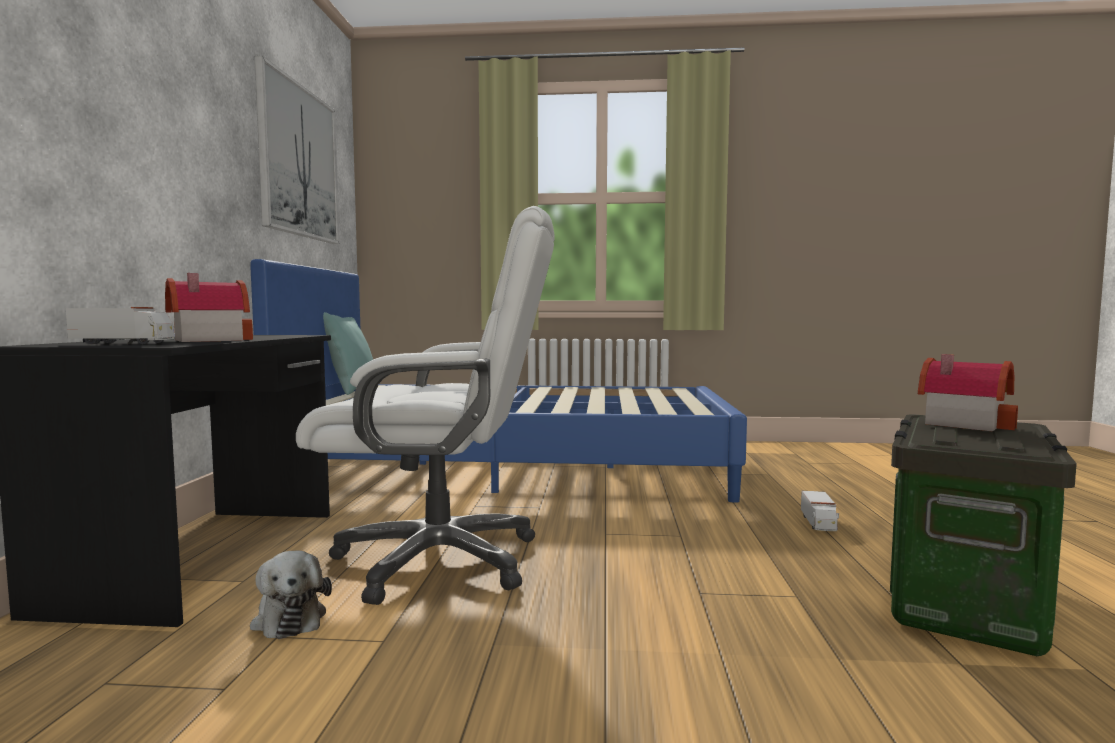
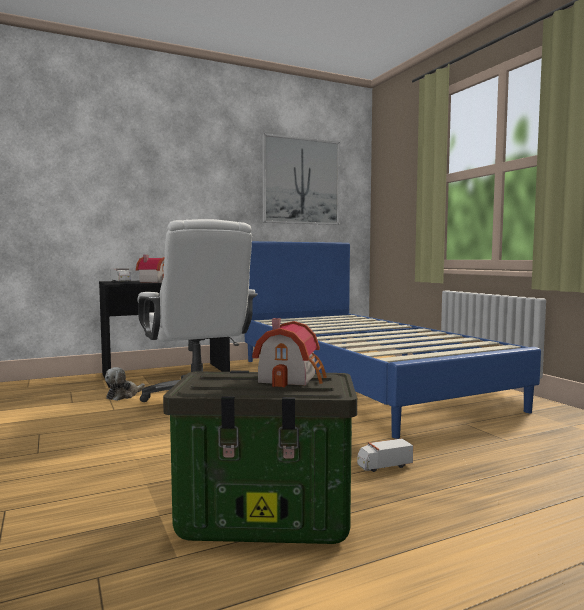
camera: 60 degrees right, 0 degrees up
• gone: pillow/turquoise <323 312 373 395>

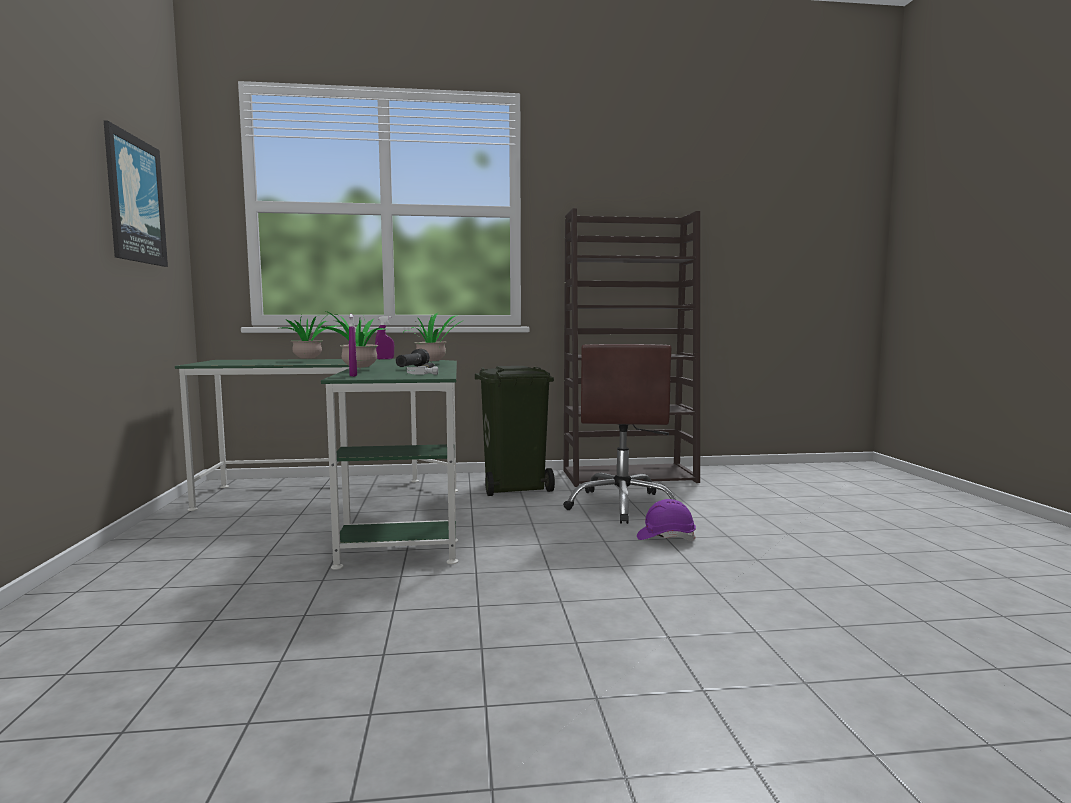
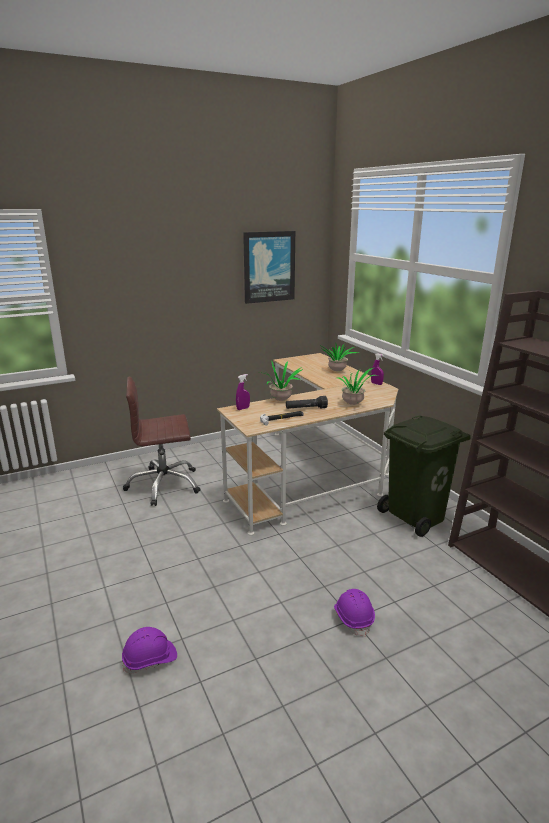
camera: 70 degrees right, 15 degrees up
• new: hard hat/purple-coloured <122 627 177 673>
• shifted: desk chair/brown-coloured <563 344 677 524> to <123 377 201 506>
• repainted: desk/greenish <175 359 458 570> to desk/beige-coloured <217 353 398 535>

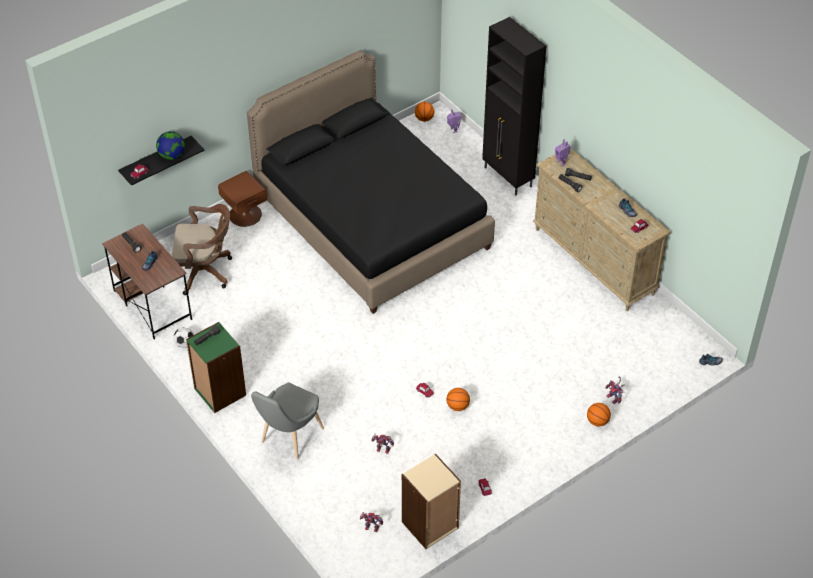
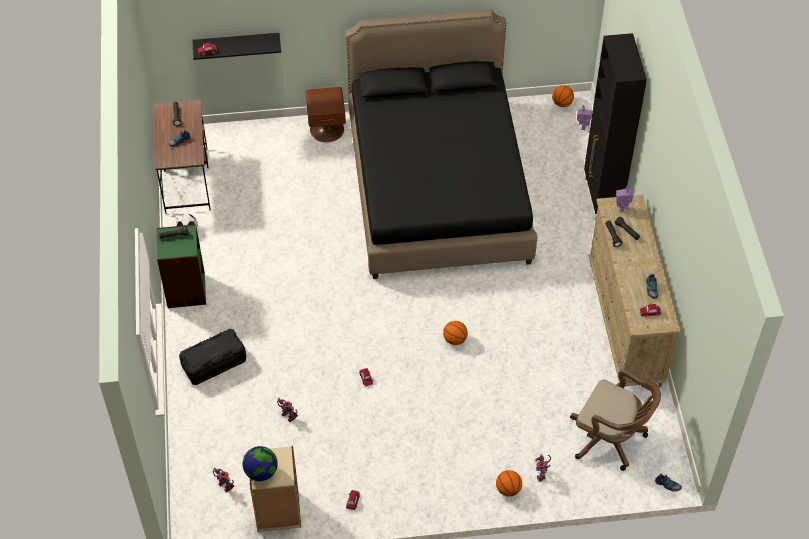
camera: 30 degrees right, 5 degrees up
• shifted: desk globe <156 131 185 160> to <243 446 278 481>
• shifted: desk chair/brown-coloured <172 204 232 295> to <570 369 661 471>
• shifted: basketball ball <446 388 470 411> to <443 321 468 345>
• swapped: chair/greyish <251 383 324 460> to storage container/blackish <179 329 246 385>

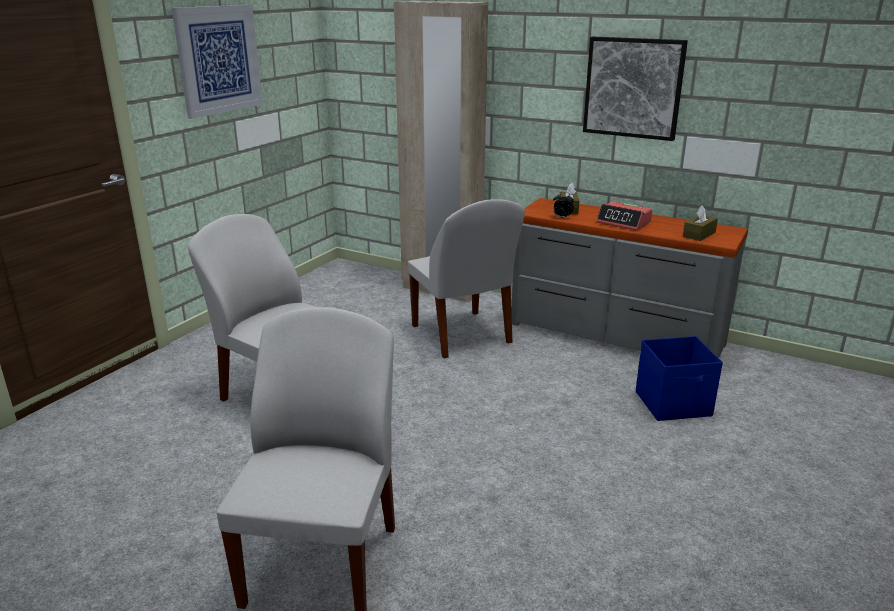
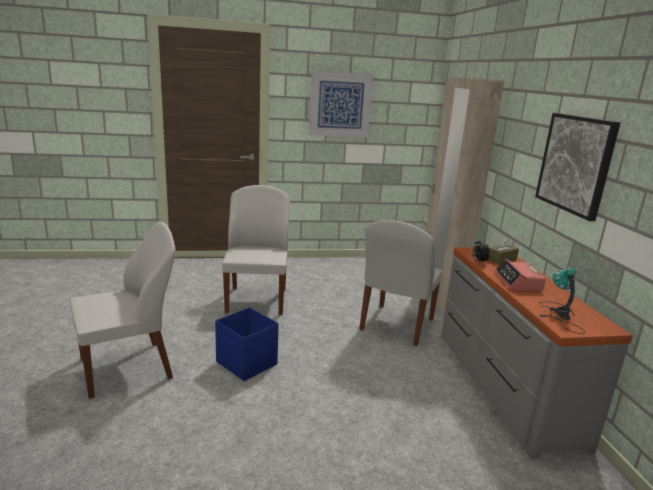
camera: 50 degrees right, 5 degrees down
• shifted: storage container/bluish <636 336 723 421> to <215 307 279 381>
• swapped: tissue holder/brown-coloured <683 205 718 241> to tabletop lamp <538 267 585 334>

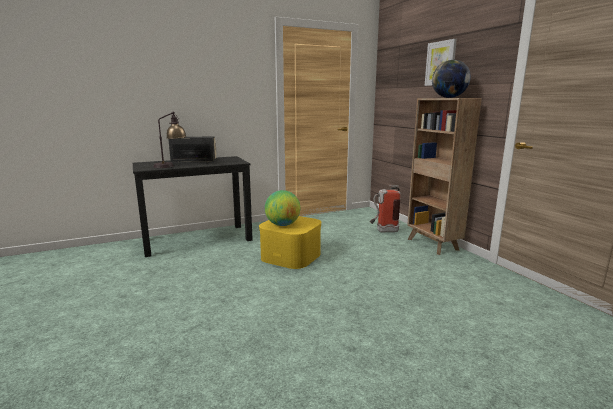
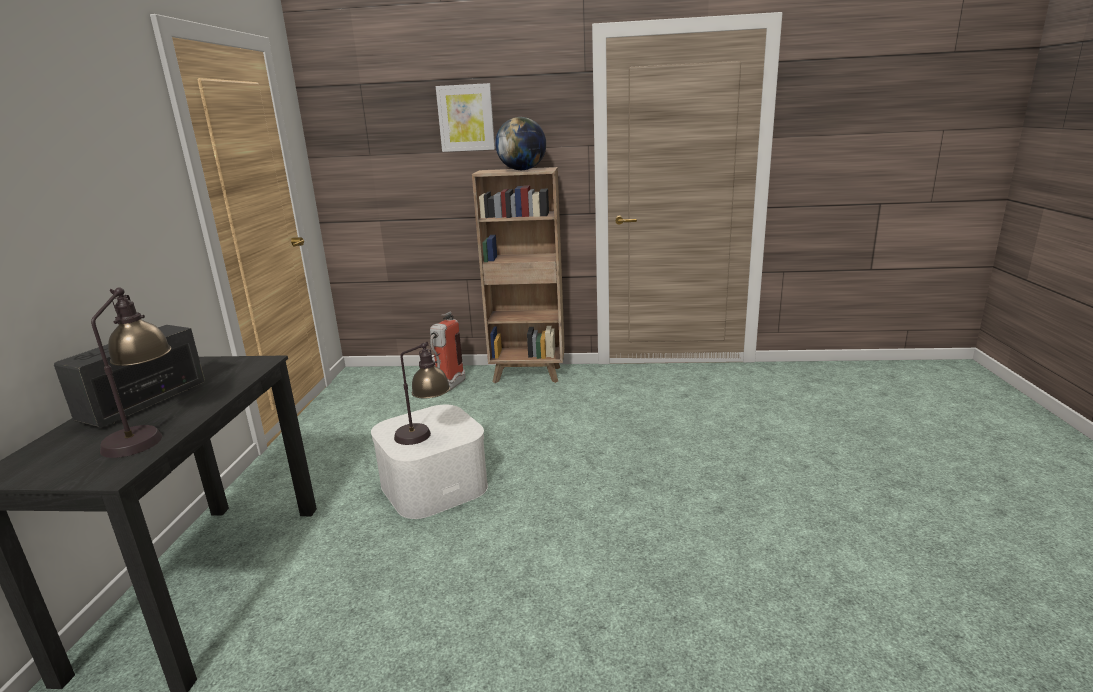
camera: 60 degrees left, 5 degrees up
• swapped: desk globe <265 190 300 226> to tabletop lamp <394 341 450 445>
• repainted: storage container/yellow-coloured <259 216 321 269> to storage container/whitish <371 405 488 519>

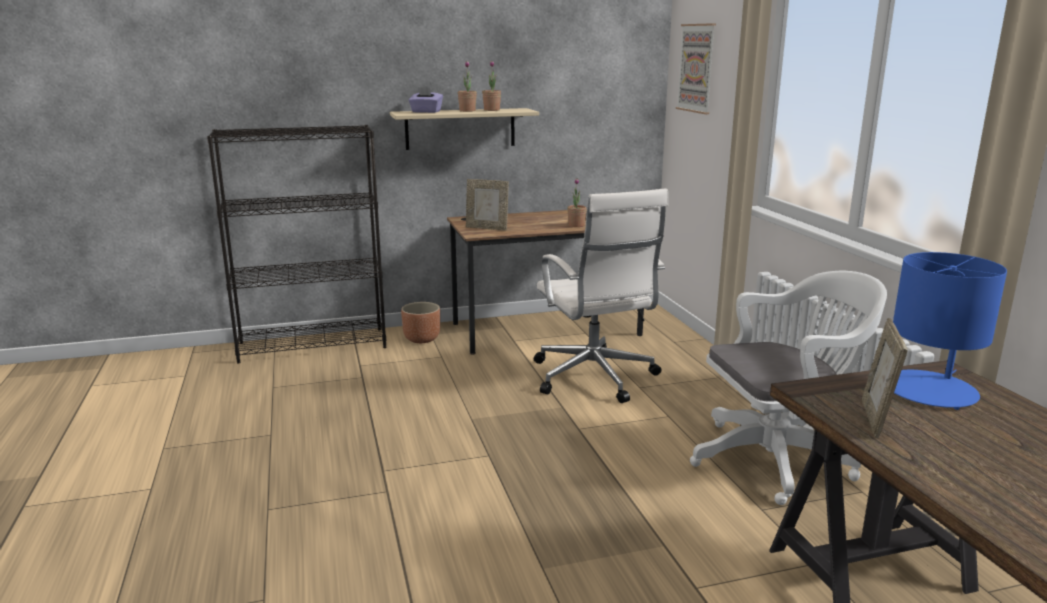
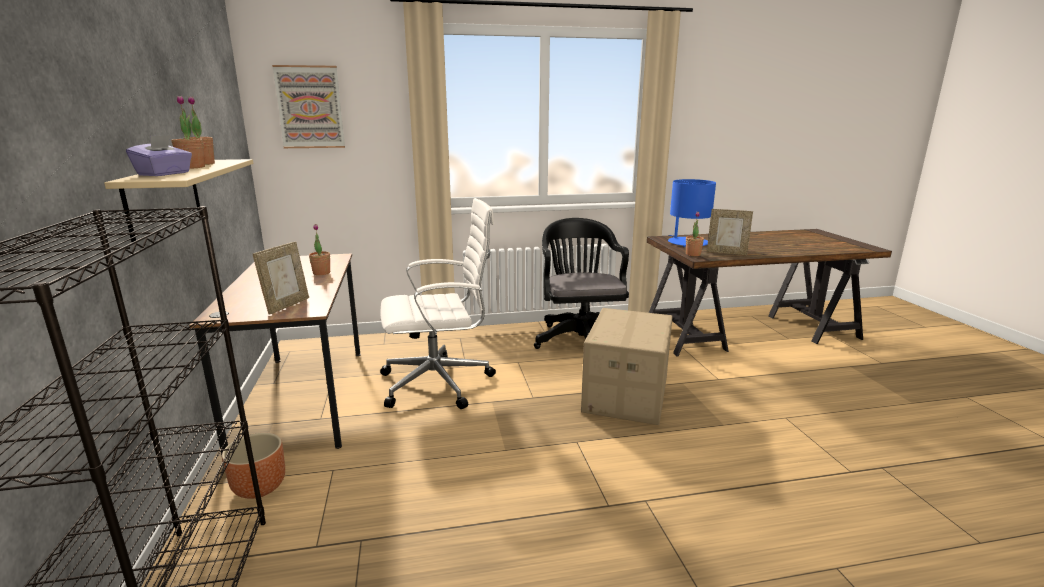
camera: 85 degrees left, 0 degrees up
• new: carton <581 308 673 425>
• new: potted plant <686 212 704 256>
• repainted: desk chair/whitish <690 271 887 505> to desk chair/blackish <534 218 629 349>

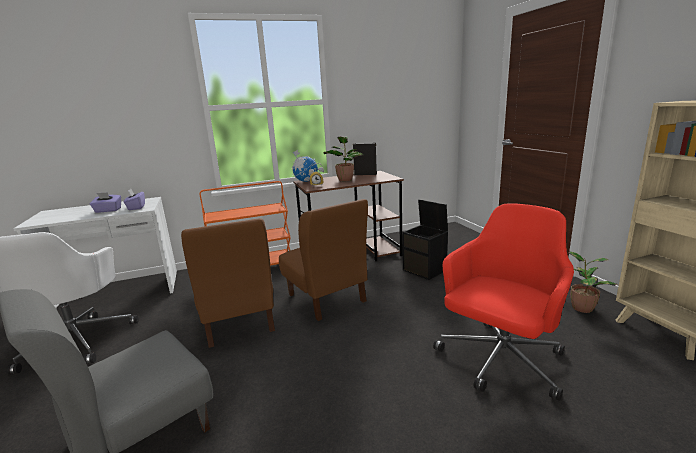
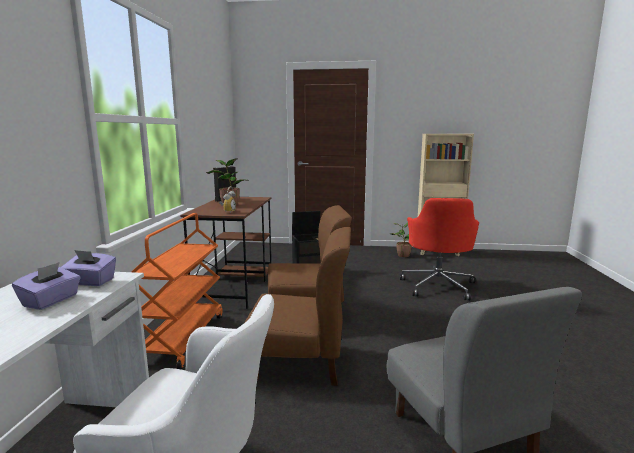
camera: 65 degrees left, 5 degrees down
• gone: desk globe <292 150 318 182>
• rotated: desk chair/red <433 203 574 401> = <400 198 479 300> 150 degrees counterclockwise

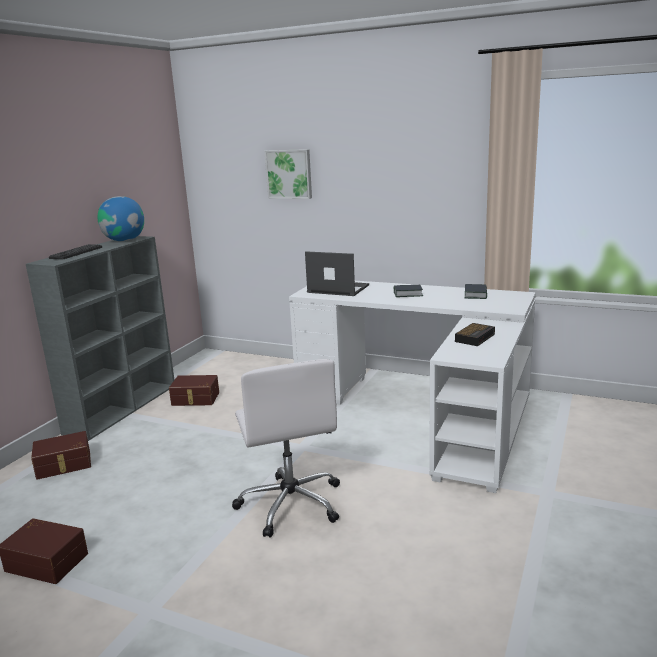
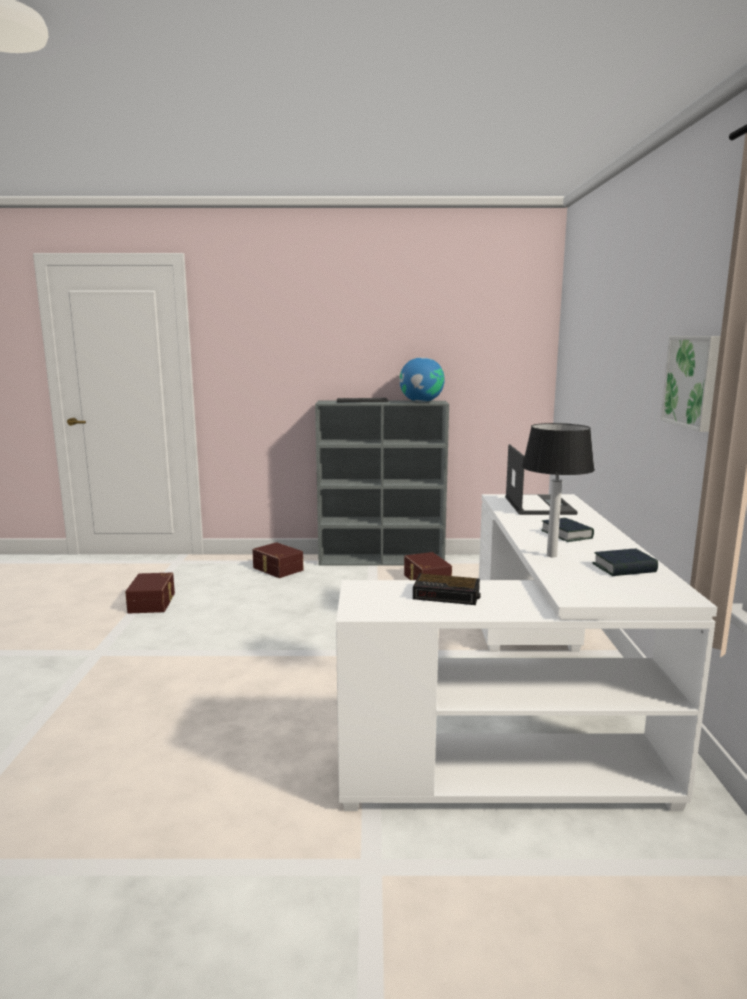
camera: 65 degrees right, 5 degrees down
• gone: desk chair/whitish <232 359 340 537>
• new: tabletop lamp <522 423 595 557>
• shifted: picture <264 149 312 199> to <660 336 721 432>

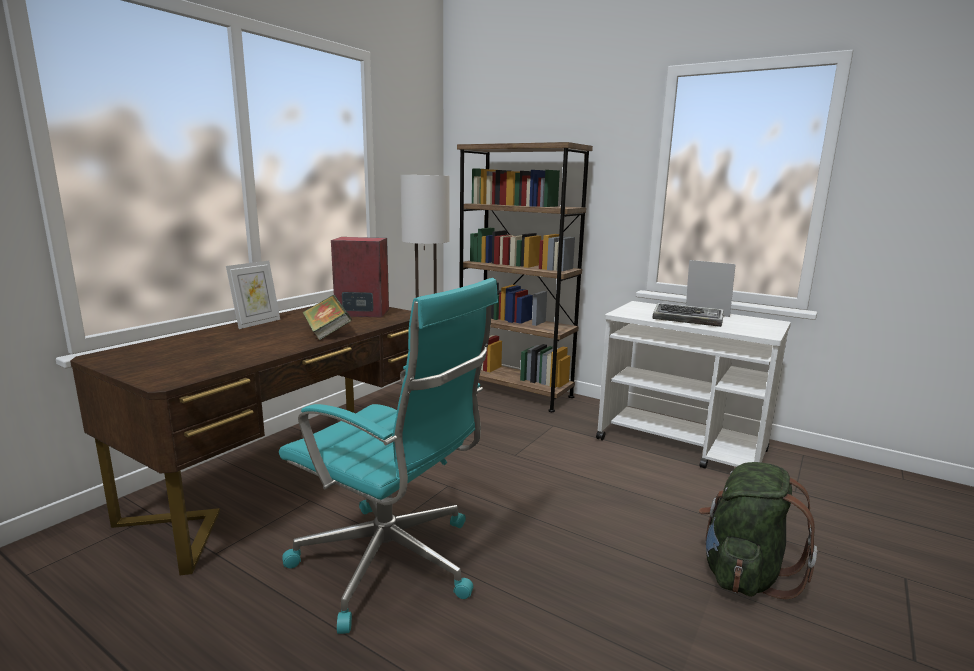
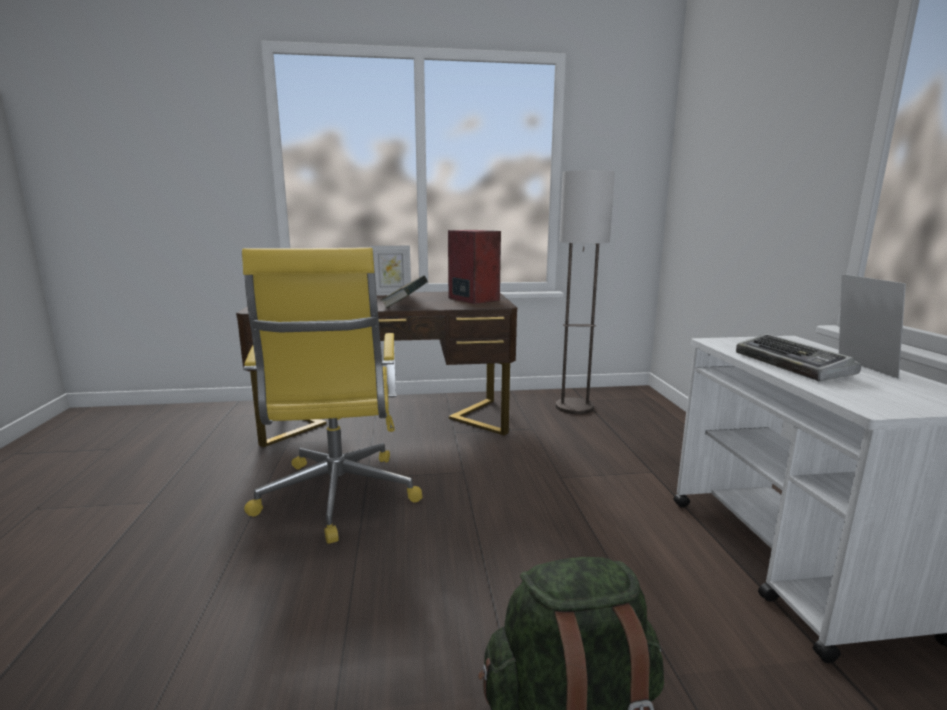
camera: 50 degrees right, 0 degrees up
• gone: bookcase/brown-coloured <457 142 593 412>
• repainted: desk chair/turquoise <279 278 498 634> to desk chair/yellow-coloured <242 247 422 544>

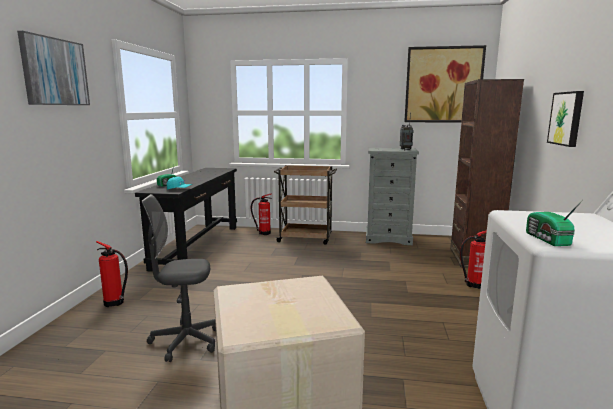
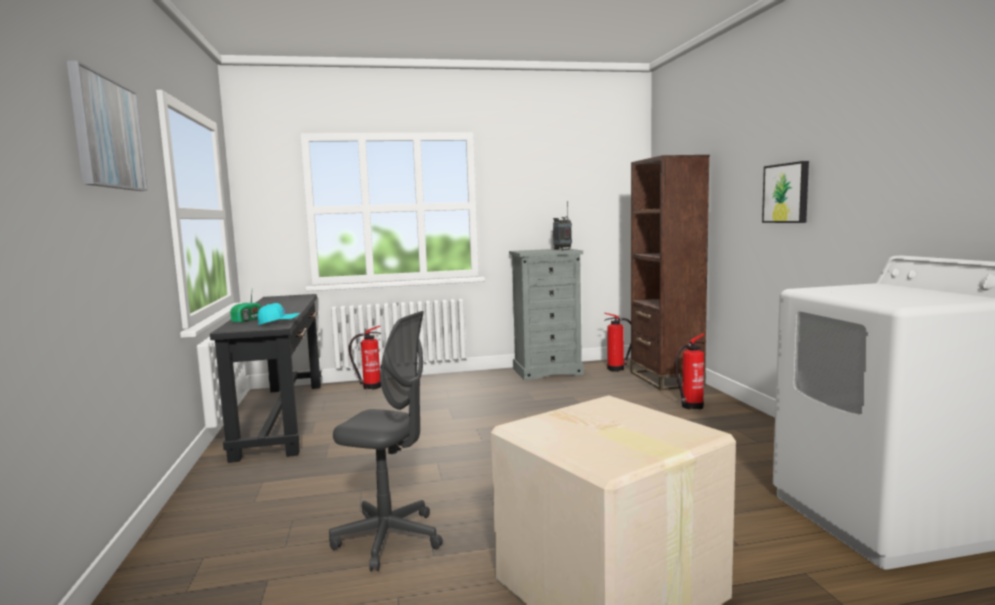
camera: 20 degrees left, 5 degrees down
• gone: cart/brown-coloured <274 165 337 245>
• gone: picture <404 45 486 123>
• gone: radio set <526 200 583 246>
• shifted: extinguisher <96 241 128 307> to <604 313 631 372>
• rotated: desk chair/greyish <142 194 216 362> = <329 311 443 571> 135 degrees counterclockwise

